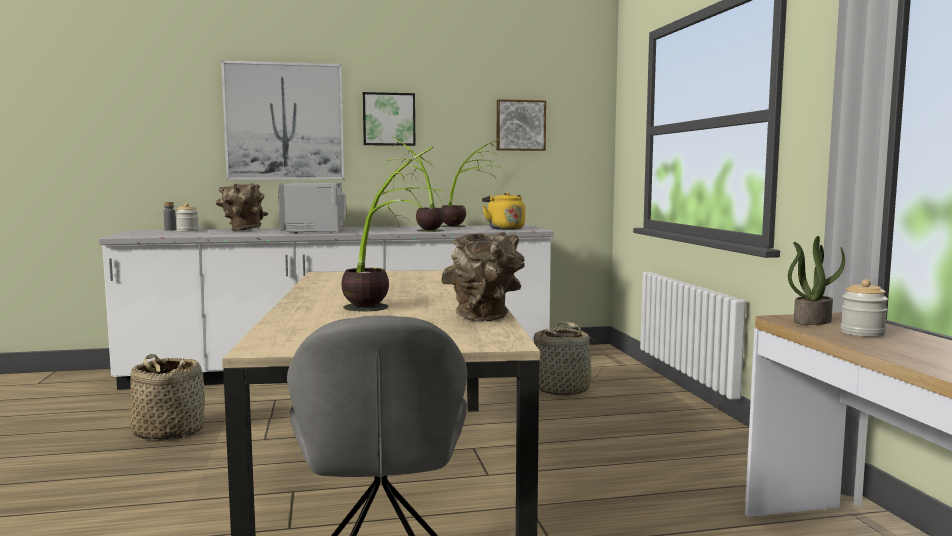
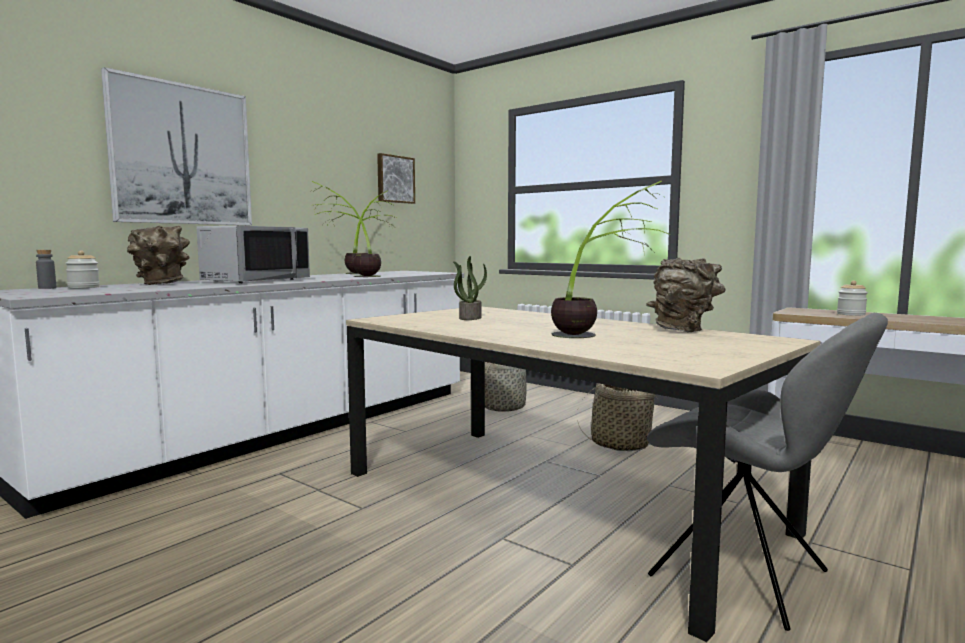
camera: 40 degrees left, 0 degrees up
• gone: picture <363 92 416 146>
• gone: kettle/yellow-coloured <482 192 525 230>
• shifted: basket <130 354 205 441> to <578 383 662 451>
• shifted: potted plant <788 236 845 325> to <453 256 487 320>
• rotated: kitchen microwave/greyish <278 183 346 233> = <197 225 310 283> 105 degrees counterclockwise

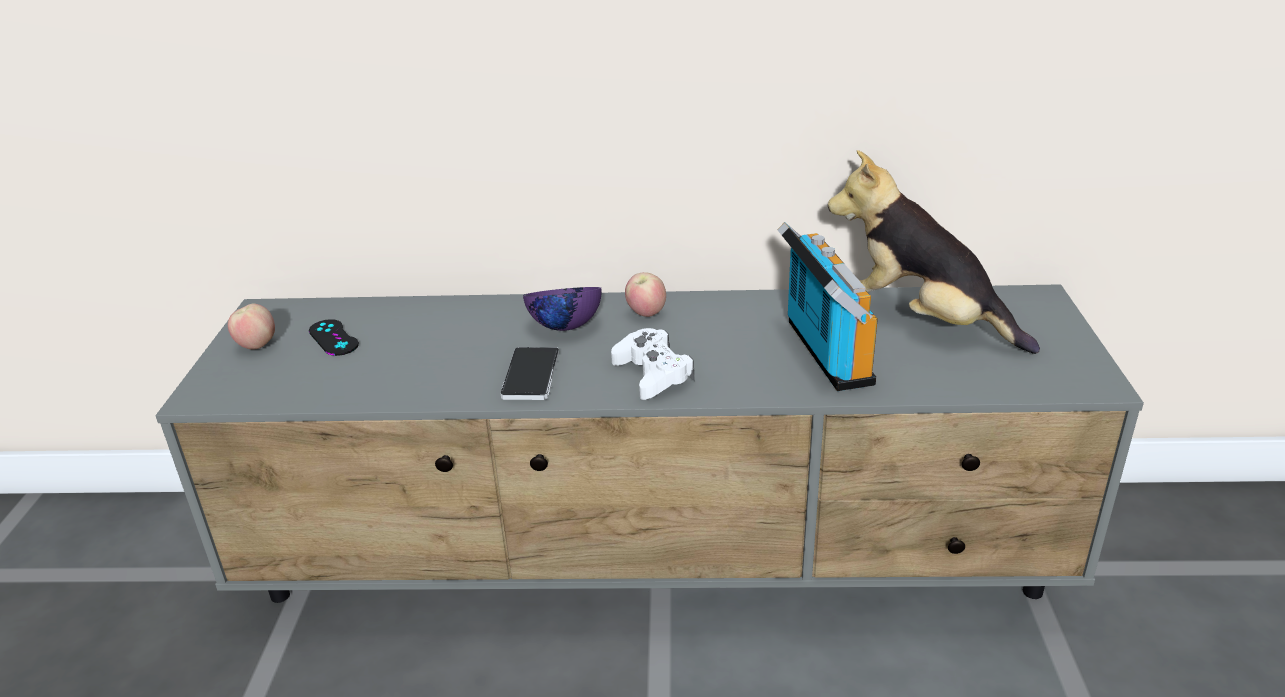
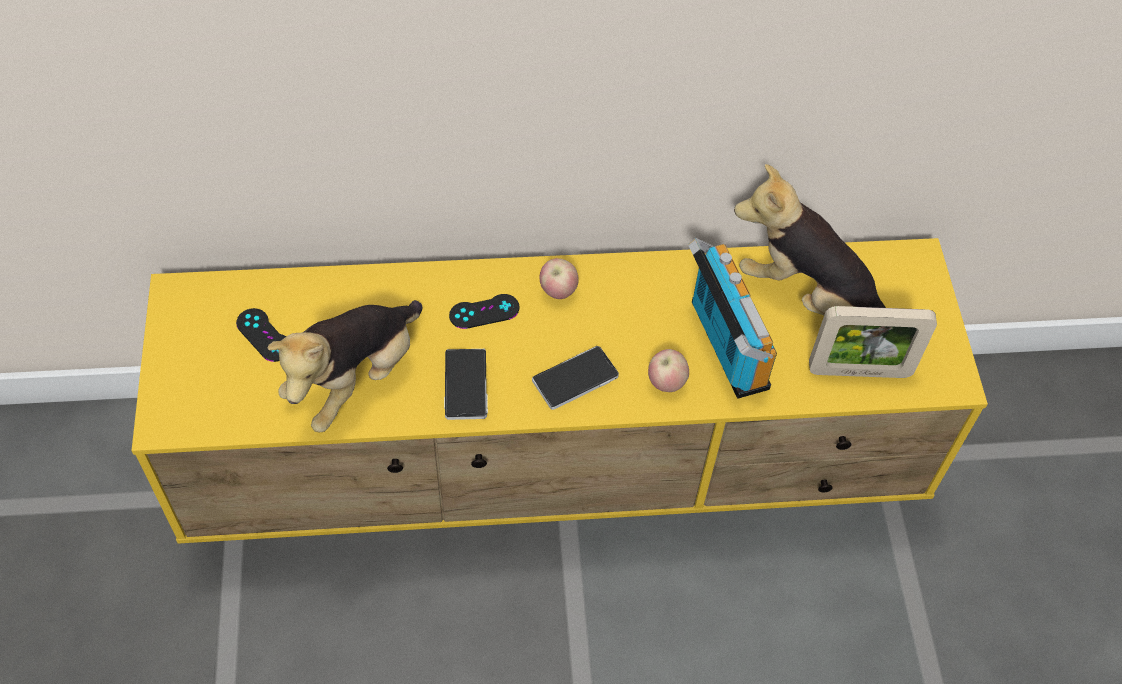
camera: 10 degrees left, 25 degrees up
• new: plush toy <267 300 423 432>
• new: standing frame <809 306 937 378>
• shifted: apple <228 304 275 349> to <648 349 689 392>
• swapped: deep dish/purple-coloured <523 287 601 331> to game controller/blackish <449 294 519 329>
• swapped: game controller/whitish <611 328 694 400> to phone <532 346 619 410>
• repainted: media console/greyish <155 284 1144 603> to media console/yellow-coloured <131 238 988 544>

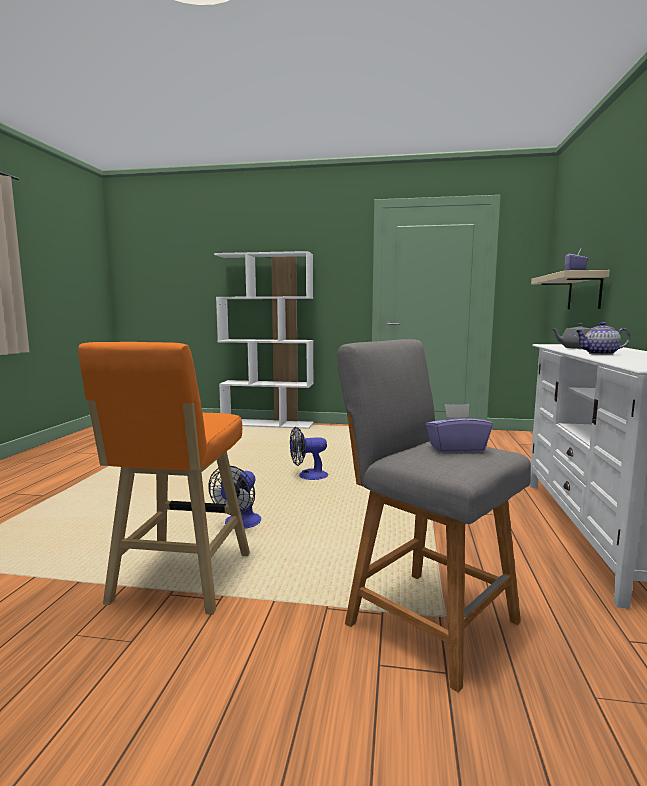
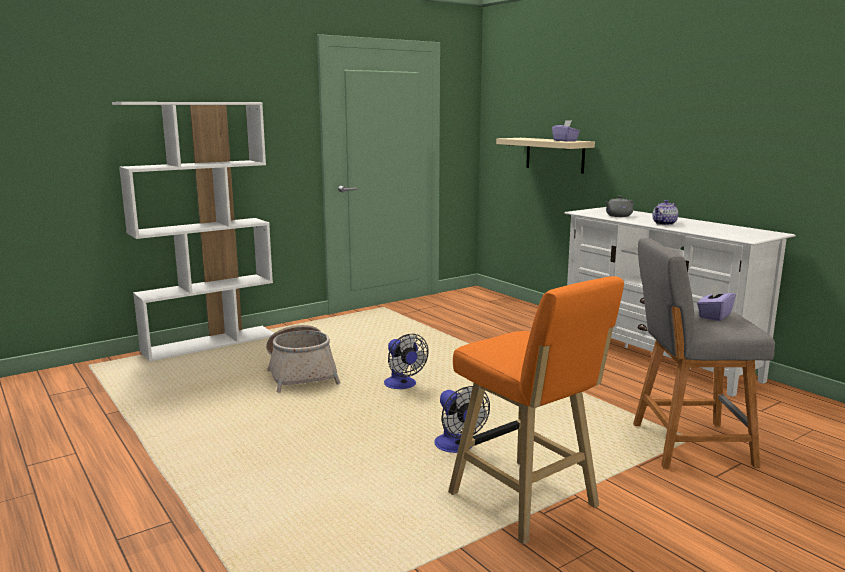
camera: 45 degrees left, 5 degrees up
• new: basket <266 325 340 393>
• rotated: cooling fan <290 427 328 480> = <384 334 429 389> 60 degrees counterclockwise

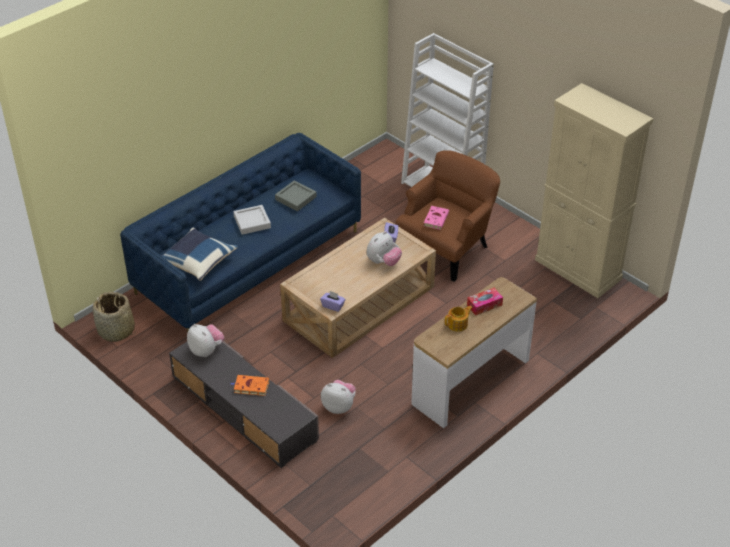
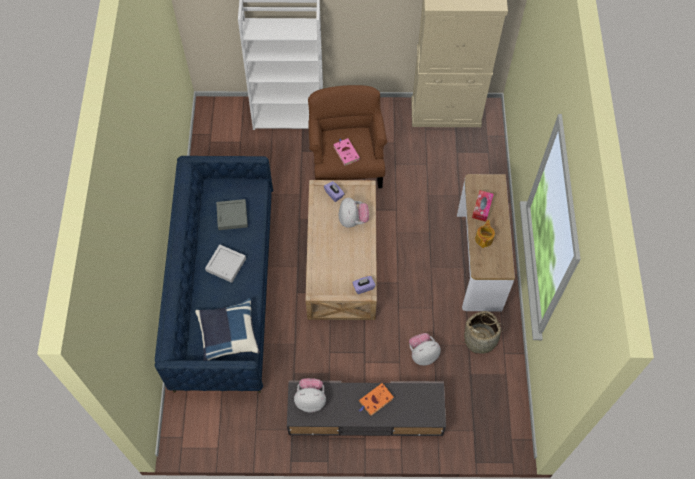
camera: 45 degrees left, 20 degrees up
• shifted: basket <93 292 135 342> to <463 311 505 354>

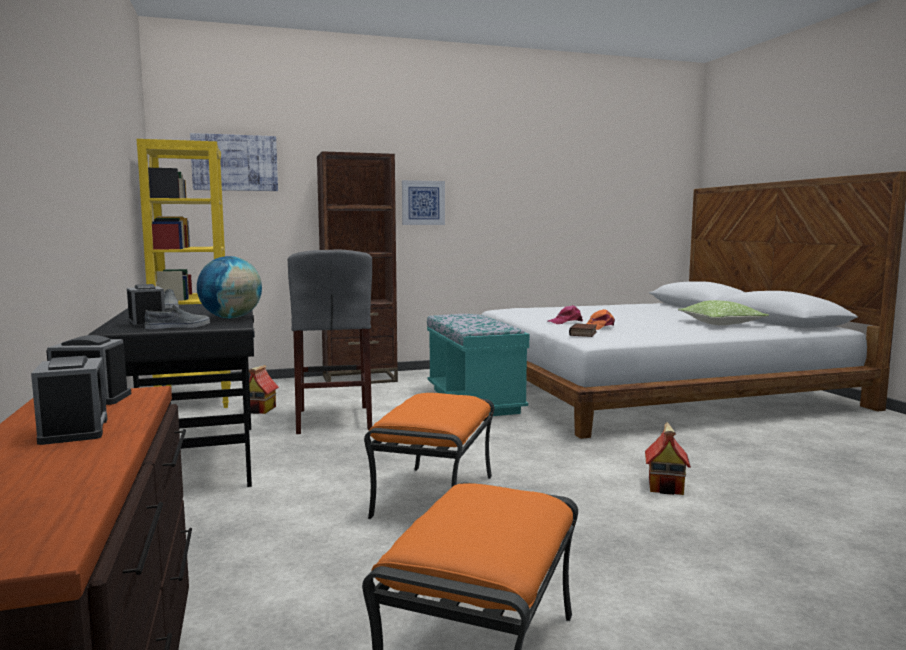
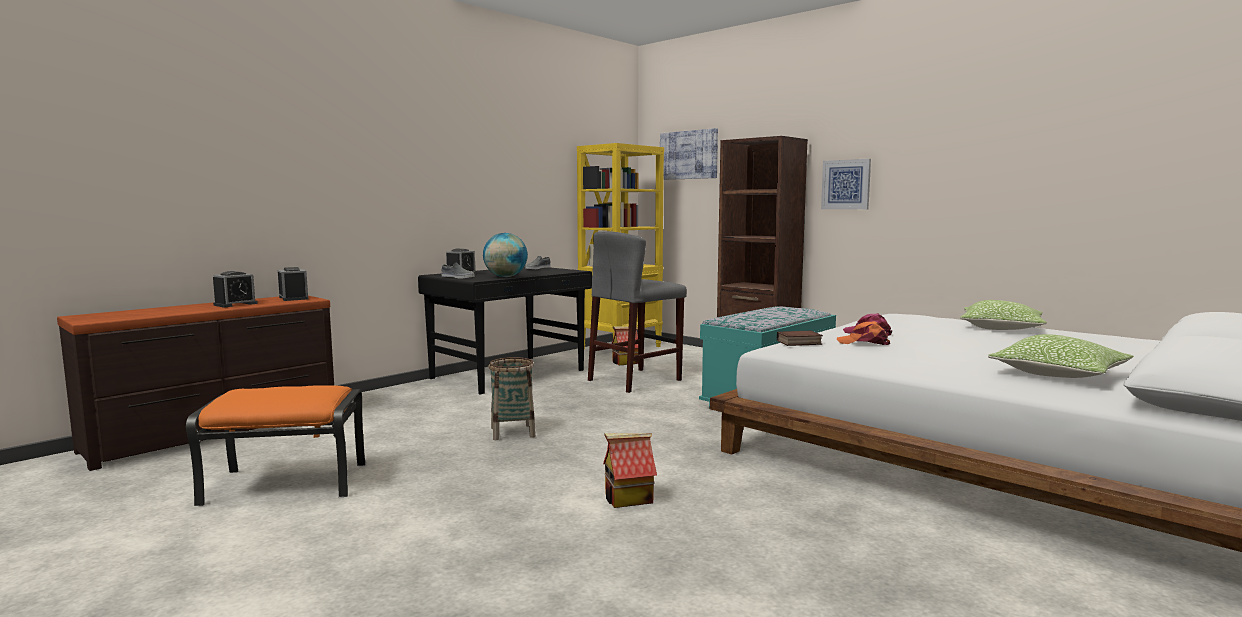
camera: 60 degrees right, 0 degrees up
• new: pillow <960 300 1047 330>
• swapped: ottoman/orangey <364 393 494 519> to basket <488 357 536 440>

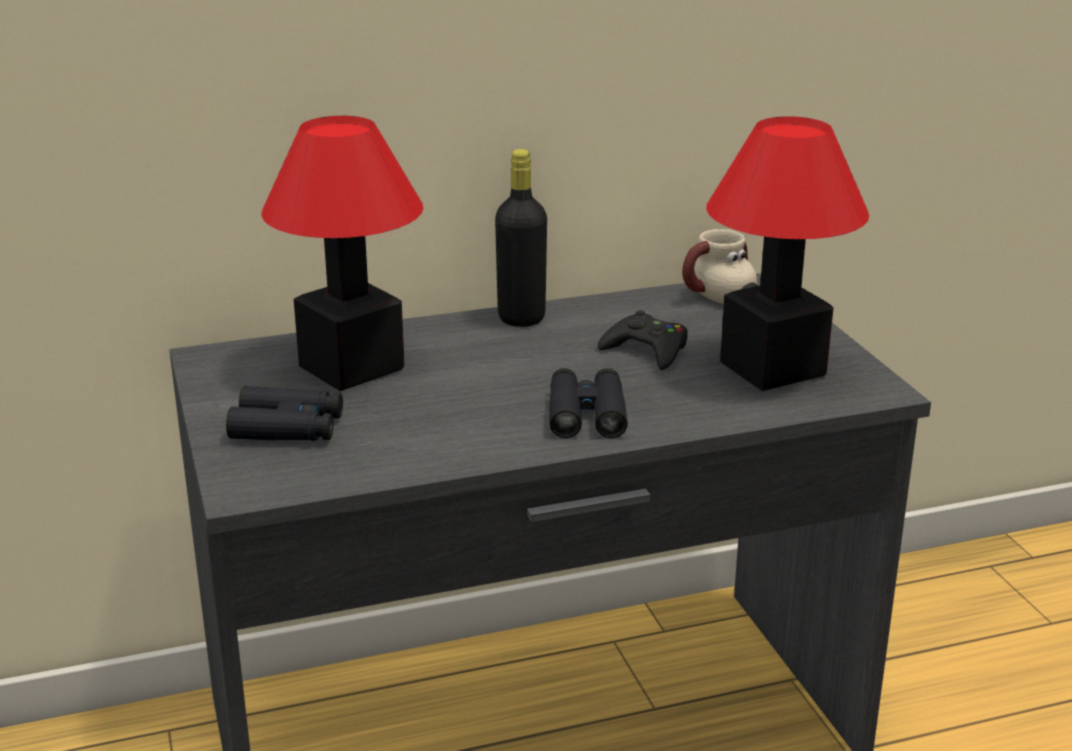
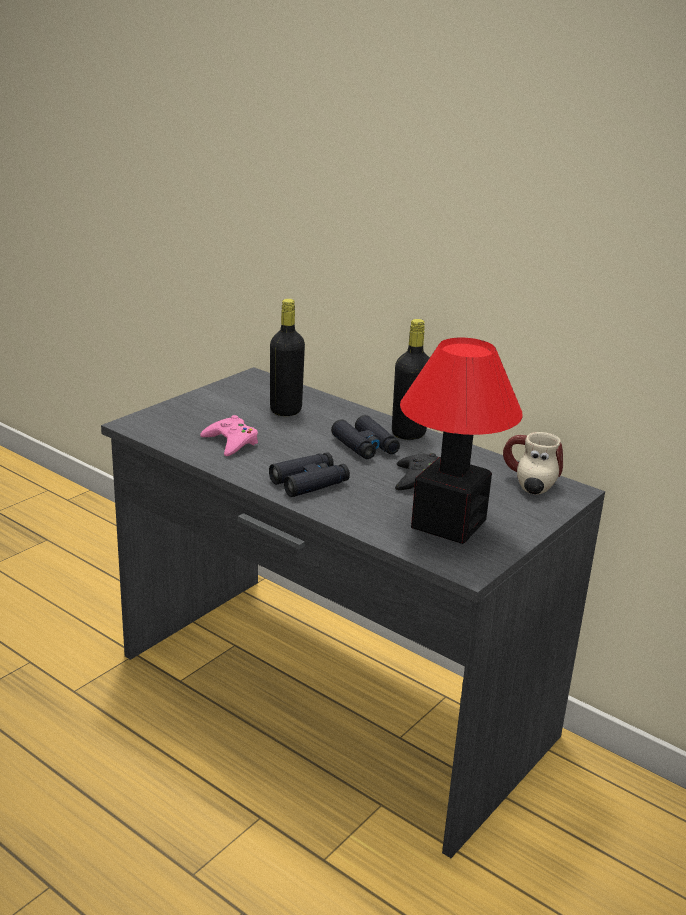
camera: 55 degrees right, 0 degrees up
• new: game controller/pinkish <200 415 258 456>
• shifted: binoculars/blackish <226 386 343 441> to <331 415 400 459>
• swapped: tabletop lamp <261 116 423 391> to drink bottle/blackish <270 299 305 416>

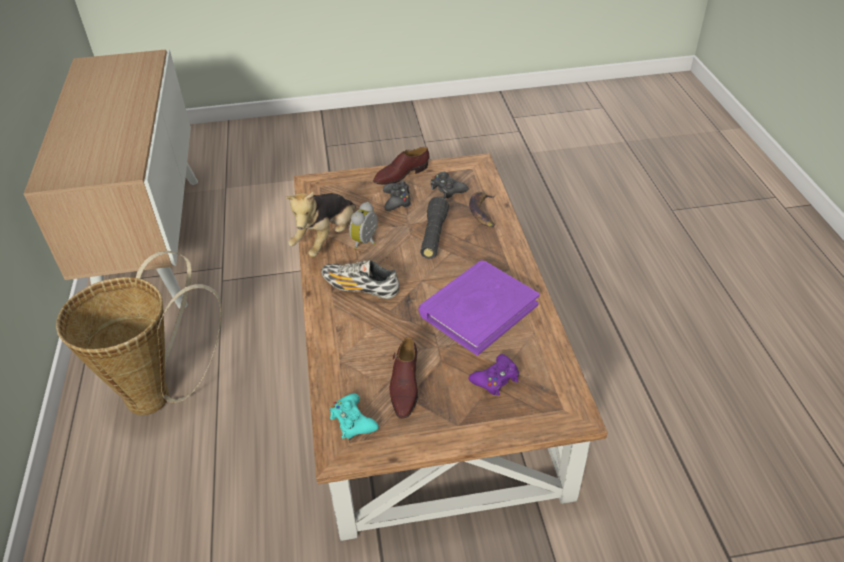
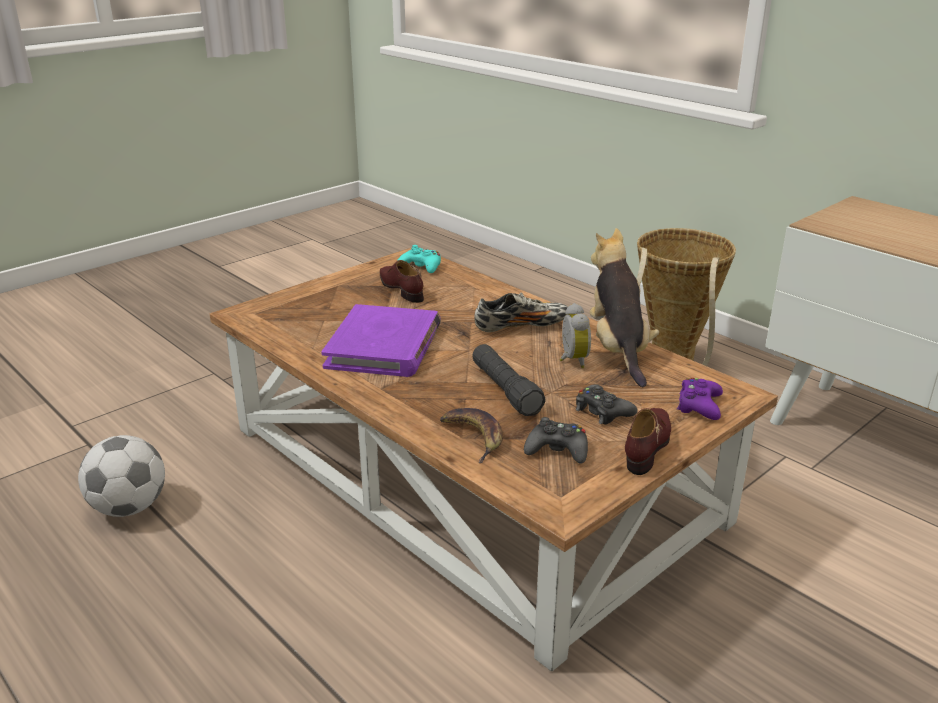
camera: 145 degrees right, 15 degrees down
• new: football <78 435 165 517>
• shifted: game controller/purple-coloured <468 354 519 396> to <677 378 723 420>

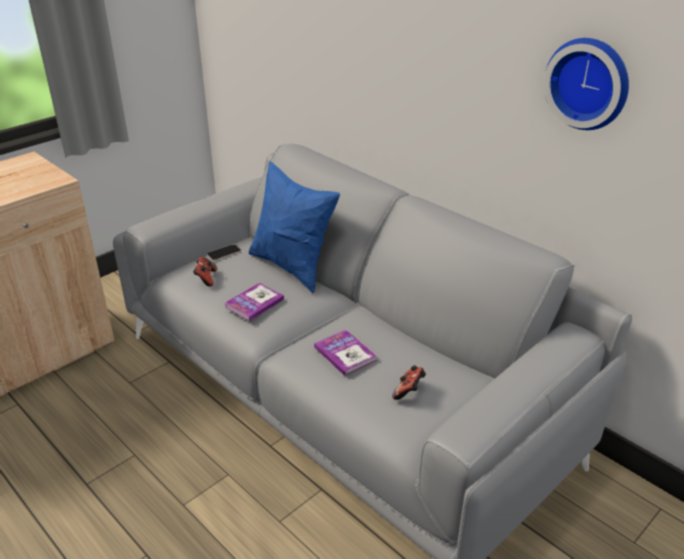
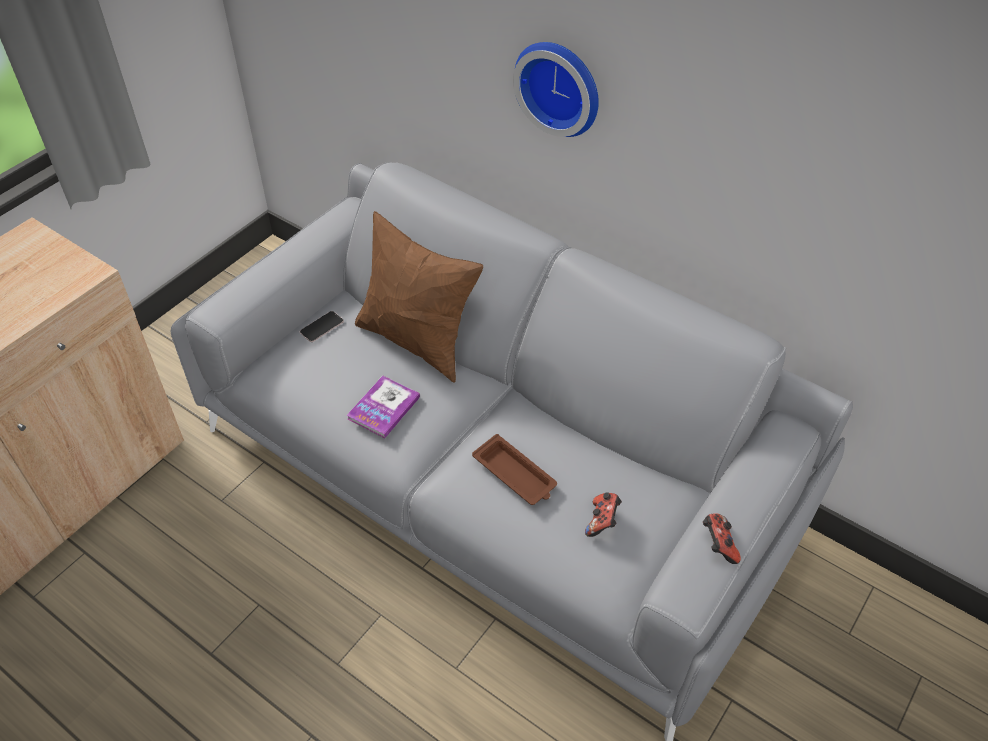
camera: 10 degrees left, 15 degrees up
• shifted: game controller <193 257 217 286> to <703 513 741 564>
• shifted: wall clock <544 38 629 130> to <513 42 599 137>
• swapped: bound book <314 330 377 376> to serving tray/brown-coloured <472 434 557 505>
• repainted: pillow/bluish <249 161 340 293> to pillow/brown-coloured <355 211 483 383>

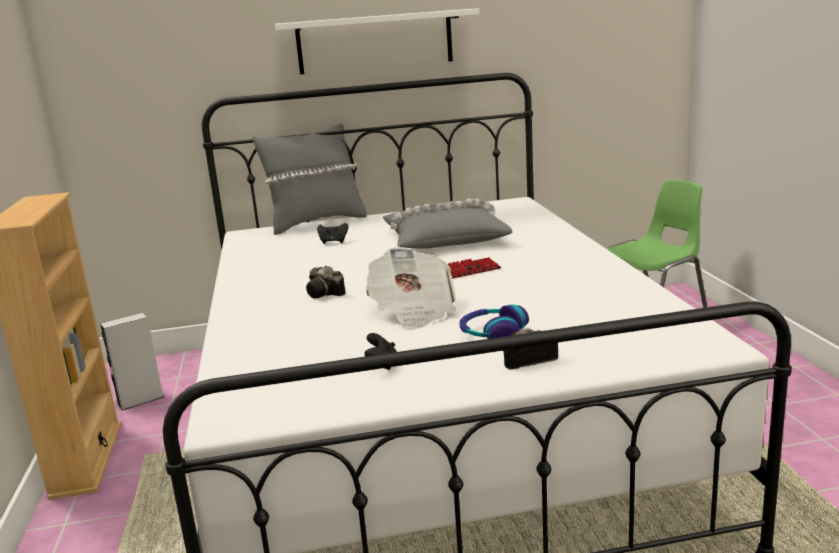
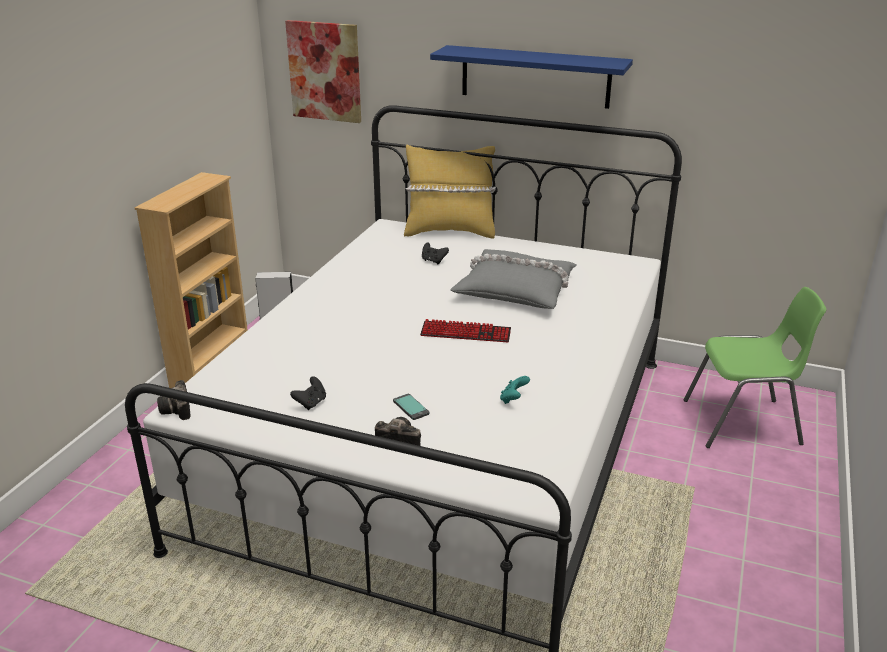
camera: 30 degrees right, 10 degrees up
• gone: printed paper <366 247 456 330>
• new: picture <285 20 361 123>
• new: game controller/turquoise <500 376 530 404>
• shifted: photo camera <306 266 345 298> to <157 380 190 420>
• swapped: headset <459 304 529 339> to phone <393 394 429 420>
• repainted: pillow/greyish <252 123 366 235> to pillow/yellow-coloured <404 145 496 239>
• repainted: bracket shelf/whitish <275 8 480 74> to bracket shelf/bluish <430 45 633 109>

